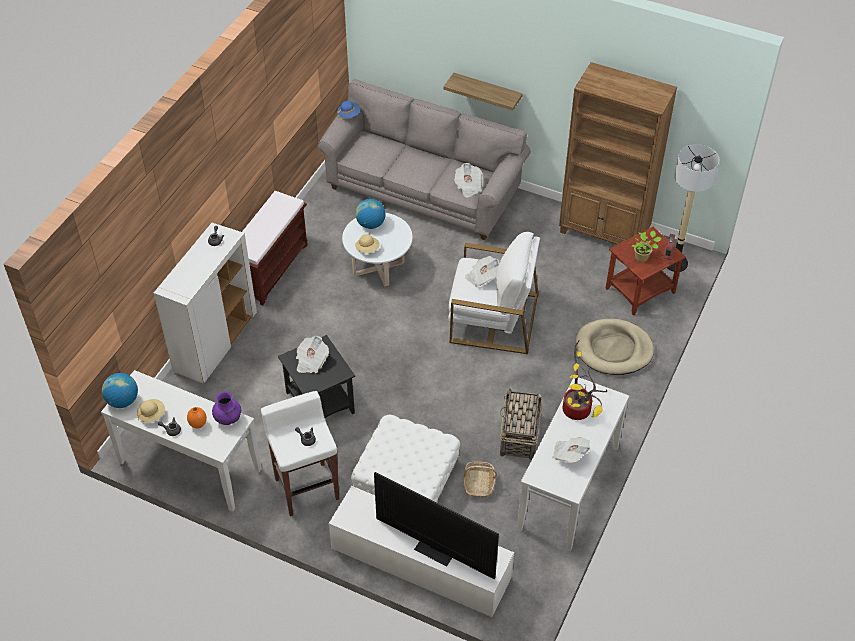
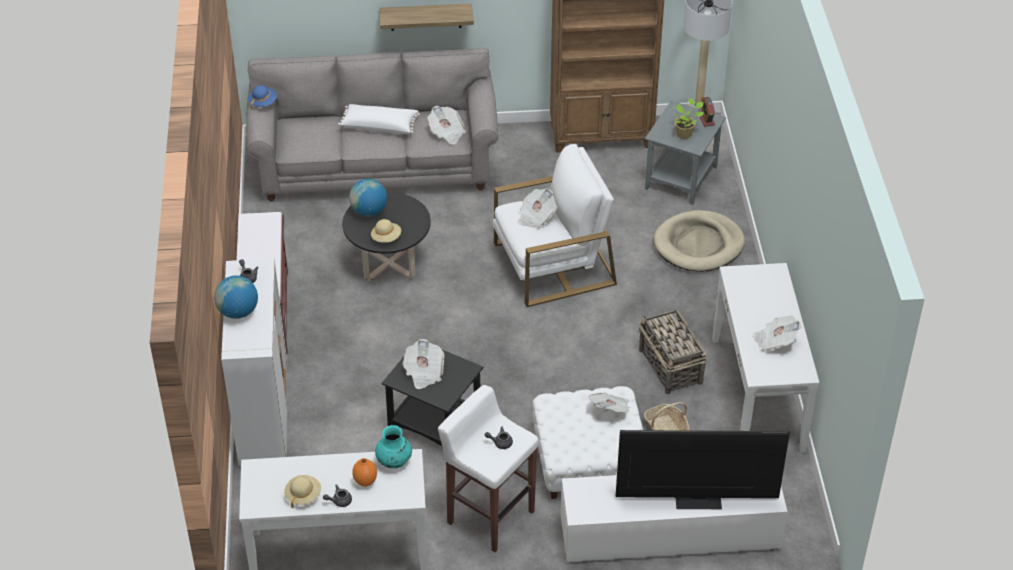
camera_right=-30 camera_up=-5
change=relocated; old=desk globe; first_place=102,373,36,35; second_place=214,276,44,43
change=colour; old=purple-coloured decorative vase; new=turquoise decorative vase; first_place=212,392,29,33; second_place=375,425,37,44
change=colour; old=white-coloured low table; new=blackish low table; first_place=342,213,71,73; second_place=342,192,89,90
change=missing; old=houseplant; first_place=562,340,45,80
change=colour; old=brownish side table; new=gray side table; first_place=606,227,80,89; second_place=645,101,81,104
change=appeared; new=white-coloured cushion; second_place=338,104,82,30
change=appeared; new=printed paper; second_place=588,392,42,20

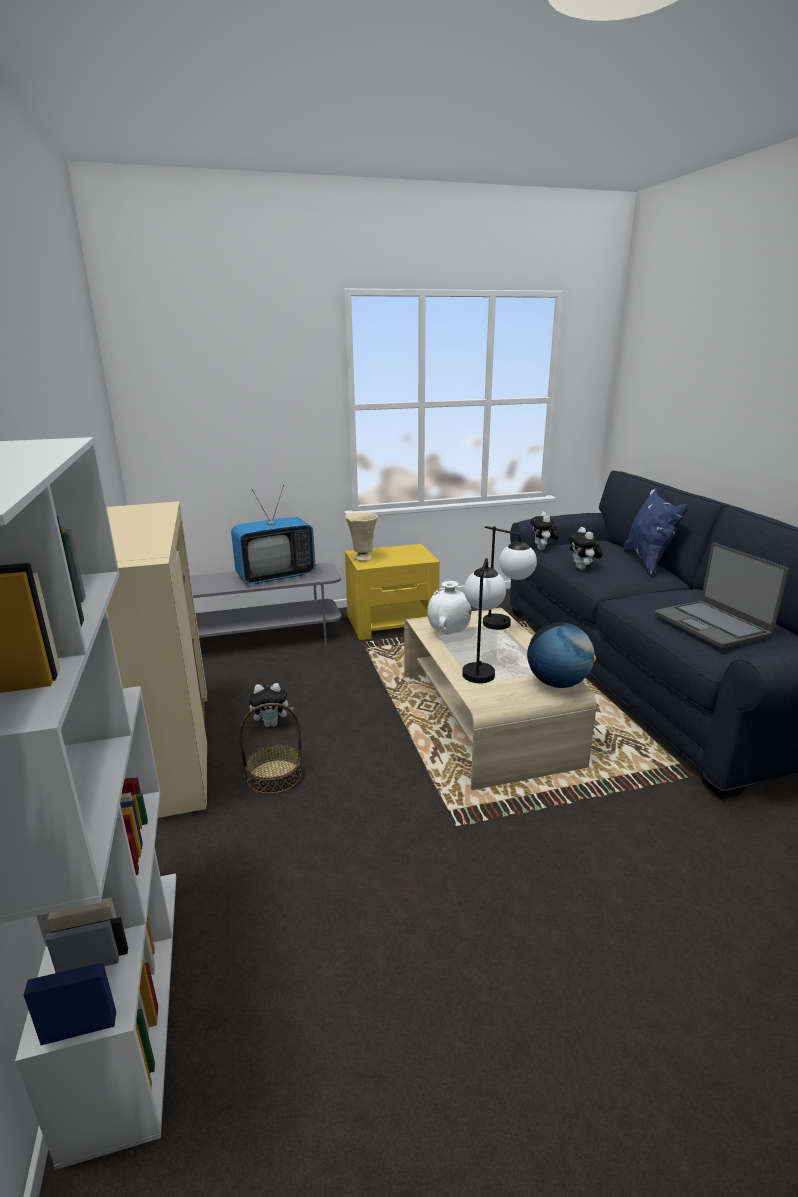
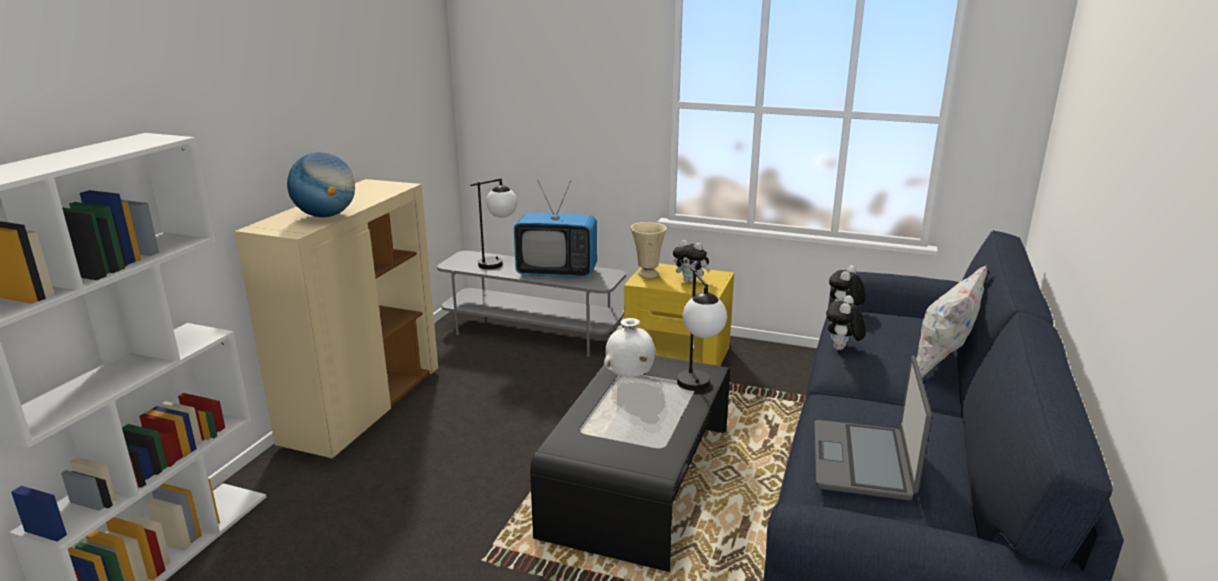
camera_right=35 camera_up=0
change=missing; old=household basket; first_place=239,703,63,91
change=relocated; old=plush toy; first_place=249,683,45,44; second_place=673,240,38,43
change=colour; old=sand-coloured low table; new=blackish low table; first_place=404,608,193,182; second_place=530,356,200,216
change=relocated; old=table lamp; first_place=462,558,44,125; second_place=470,178,47,91
change=relocated; old=desk globe; first_place=527,622,69,66; second_place=287,152,68,65
change=colour; old=bluish cushion; new=white-coloured cushion; first_place=623,487,65,88; second_place=916,266,71,111

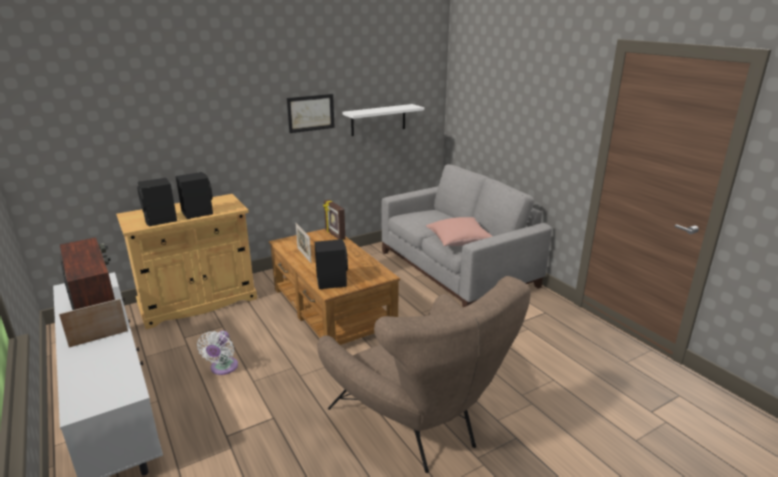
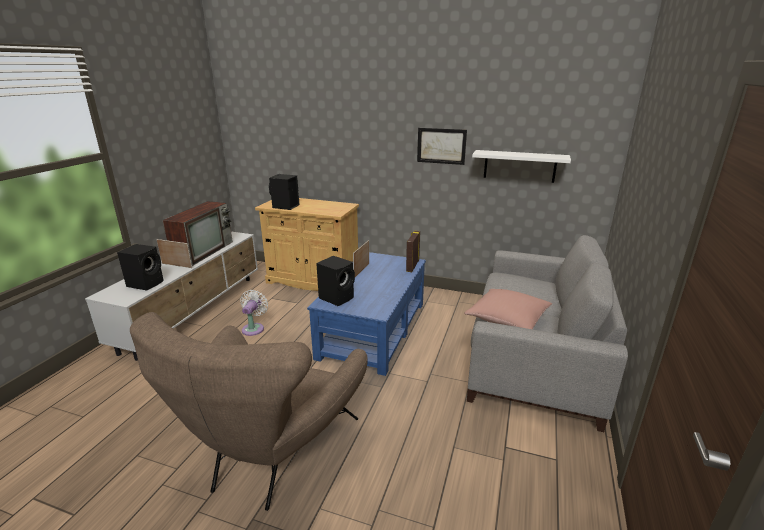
camera_right=50 camera_up=0
change=relocated; old=blackish loudspeaker; first_place=176,172,37,47; second_place=117,244,47,47
change=spun; old=white-coloured electric fan; first_place=197,331,41,44; second_place=240,290,28,46; degrees=135
change=colour; old=brownish low table; new=bluish low table; first_place=269,229,131,116; second_place=307,252,119,124

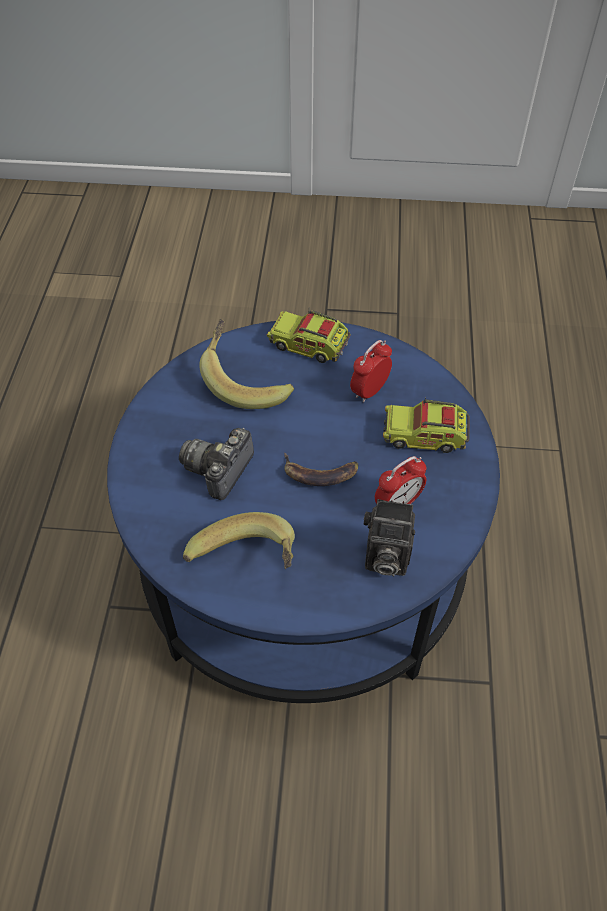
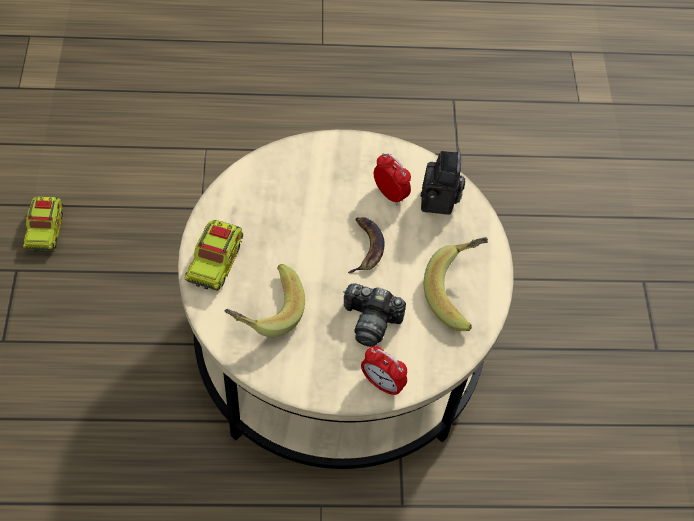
camera_right=-100 camera_up=5
change=colour; old=bluish low table; new=sand-coloured low table; first_place=107,321,393,382; second_place=178,130,335,339
change=relocated; old=table clock; first_place=350,340,42,63; second_place=361,346,46,50
change=relocated; old=toy truck; first_place=383,398,87,55; second_place=23,196,40,56

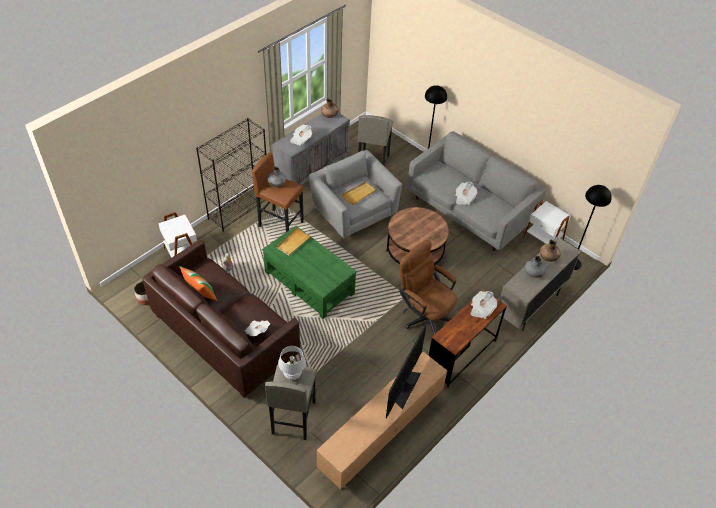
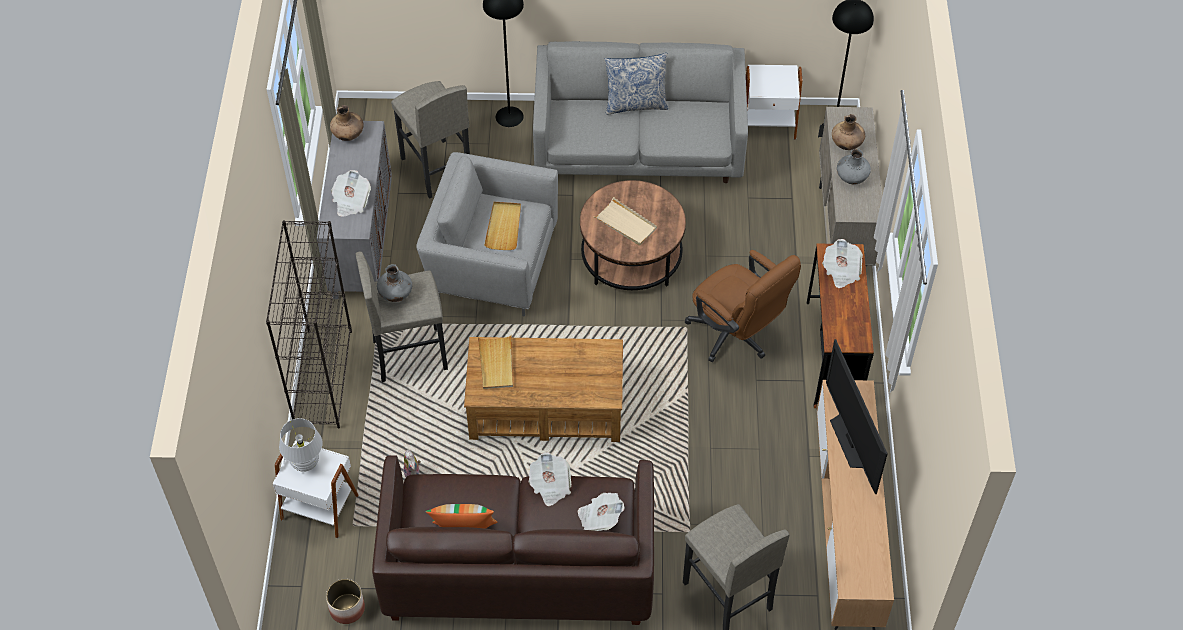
camera_right=-40 camera_up=5
change=colour; old=brownish sitting stool; new=gray sitting stool; first_place=252,153,52,79; second_place=355,252,93,130
change=colour; old=green low table; new=brownish low table; first_place=262,226,95,93; second_place=464,337,159,105
change=relocated; old=white-coloured table lamp; first_place=278,346,28,34; second_place=279,418,44,54
change=spun; old=brownish computer chair; first_place=399,240,58,95; second_place=685,250,116,113; degrees=-135
change=relocated; old=printed paper; first_place=455,182,22,23; second_place=528,452,43,54
change=appeared; new=sand-coloured carrying tray; second_place=595,197,62,49
change=appeared; new=cushion; second_place=604,53,64,62

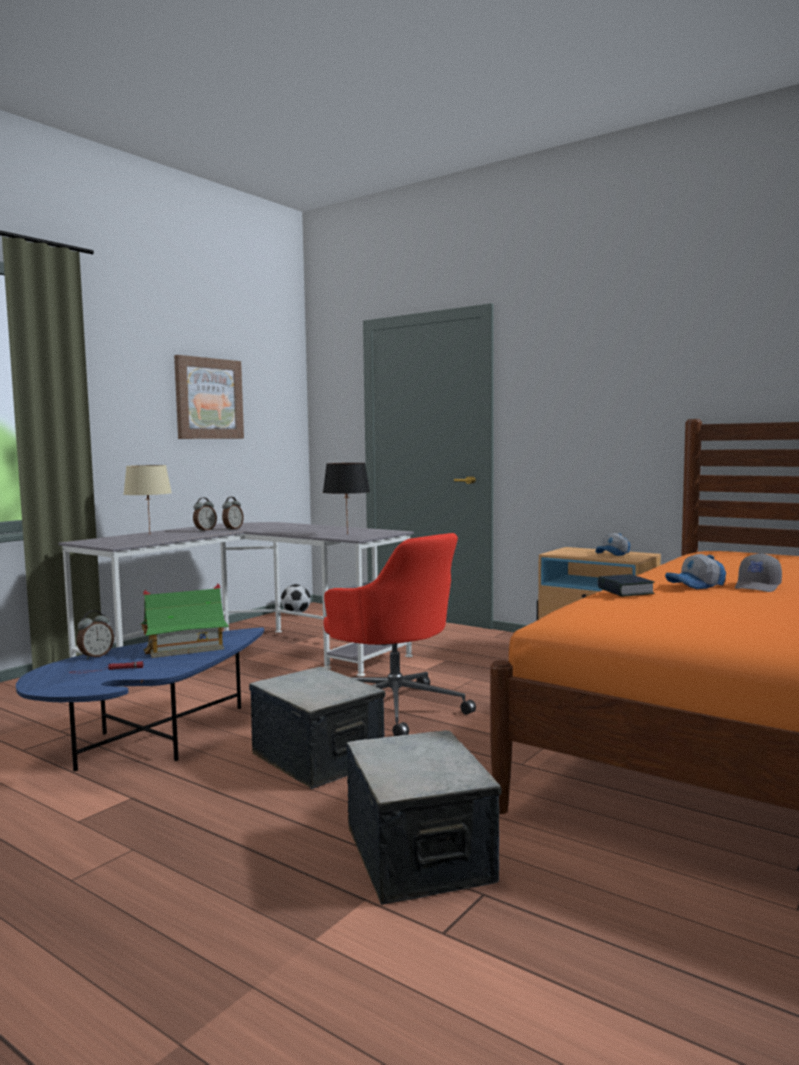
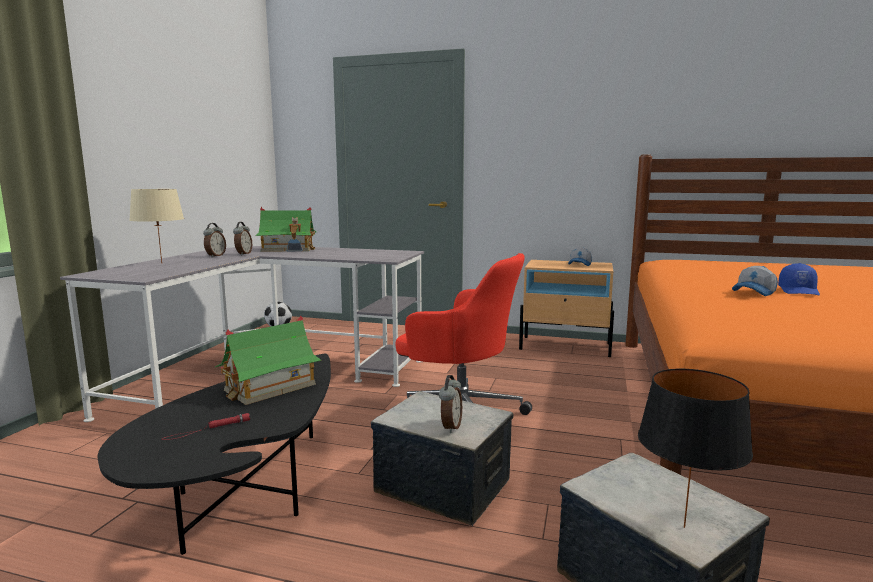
camera_right=-20 camera_up=5
change=colour; old=bluish low table; new=blackish low table; first_place=16,627,248,144; second_place=98,353,233,202
change=relocated; old=table clock; first_place=77,610,37,49; second_place=439,375,23,58
change=missing; old=wall picture; first_place=174,355,70,84
change=relocated; old=blackish table lamp; first_place=323,463,47,72; second_place=638,368,115,160
change=missing; old=book; first_place=598,574,57,23
change=colour; old=gray peaked cap; new=bluish peaked cap; first_place=735,553,47,39; second_place=778,263,42,32
change=appeared; new=miniature house; second_place=255,207,61,45

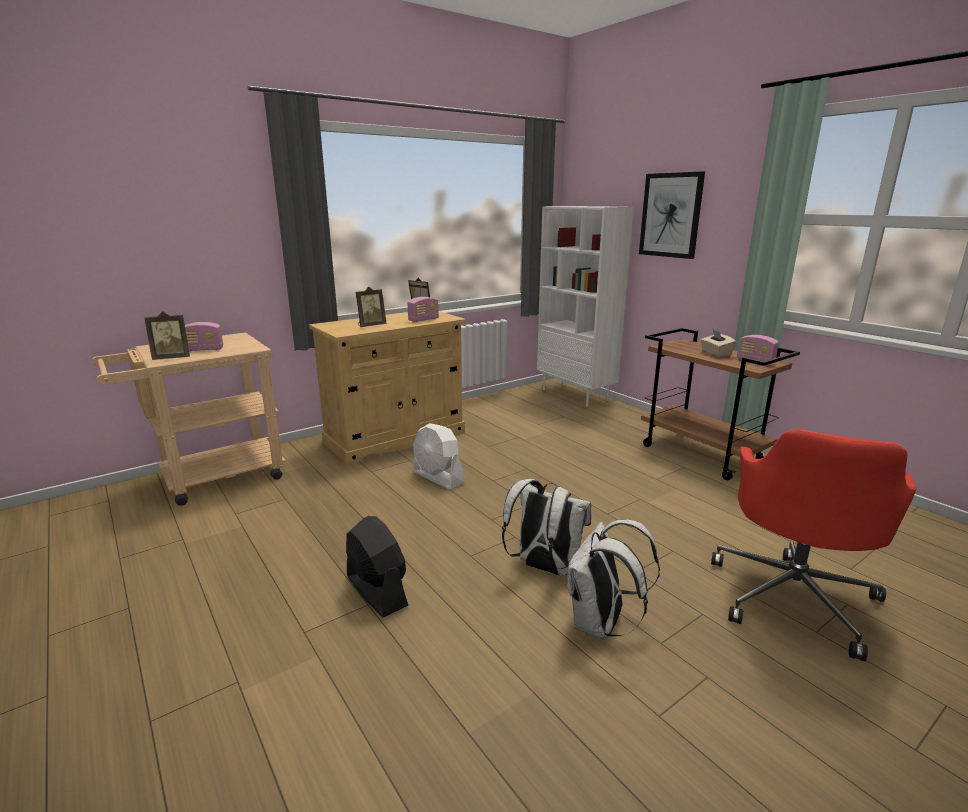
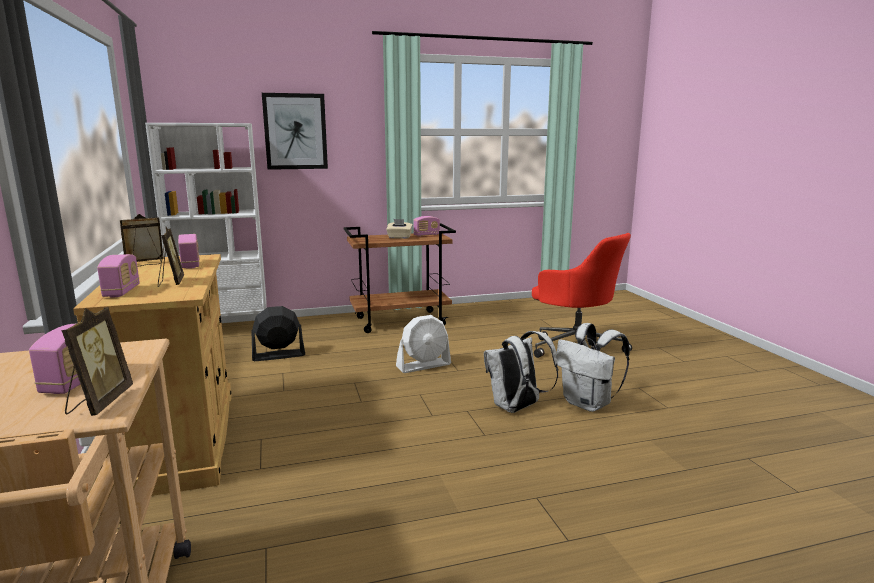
camera_right=-70 camera_up=-5
change=relocated; old=blackish electric fan; first_place=346,516,62,102; second_place=252,306,53,55
change=relocated; old=white-coloured electric fan; first_place=413,423,51,67; second_place=396,315,55,58
change=appeared; new=radio; second_place=97,254,43,43

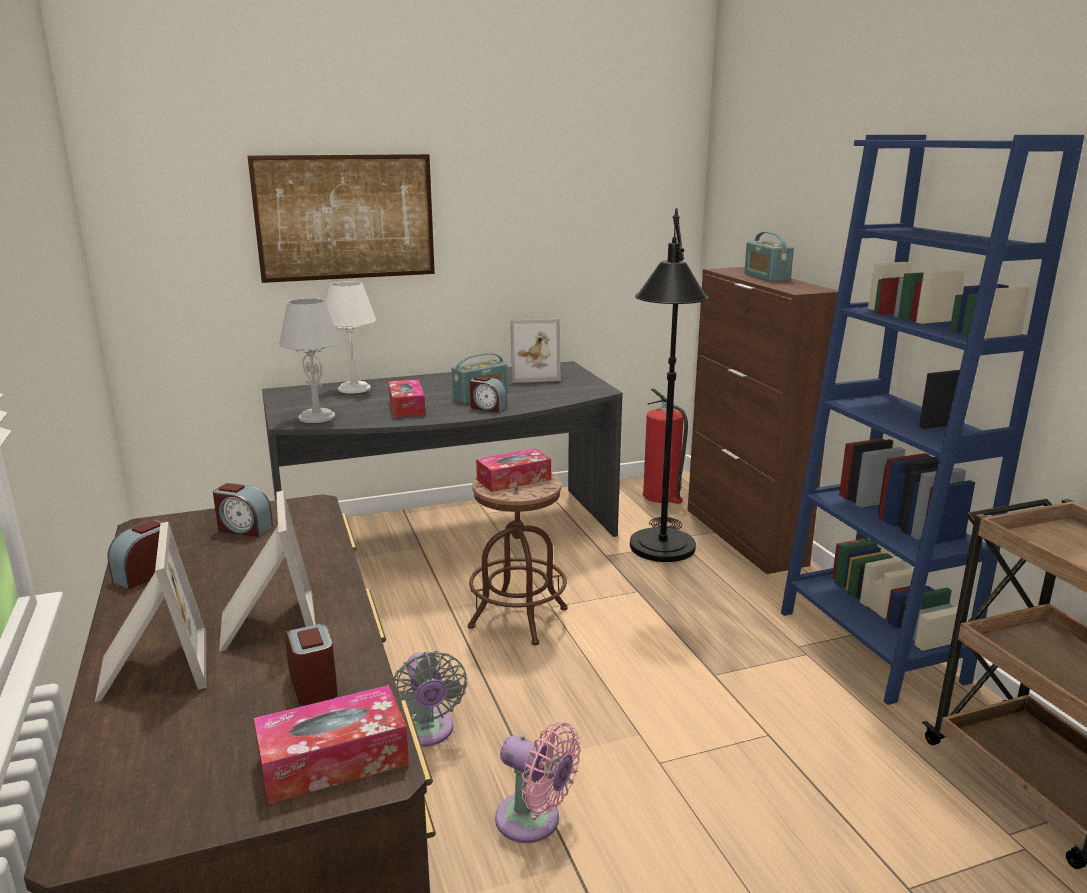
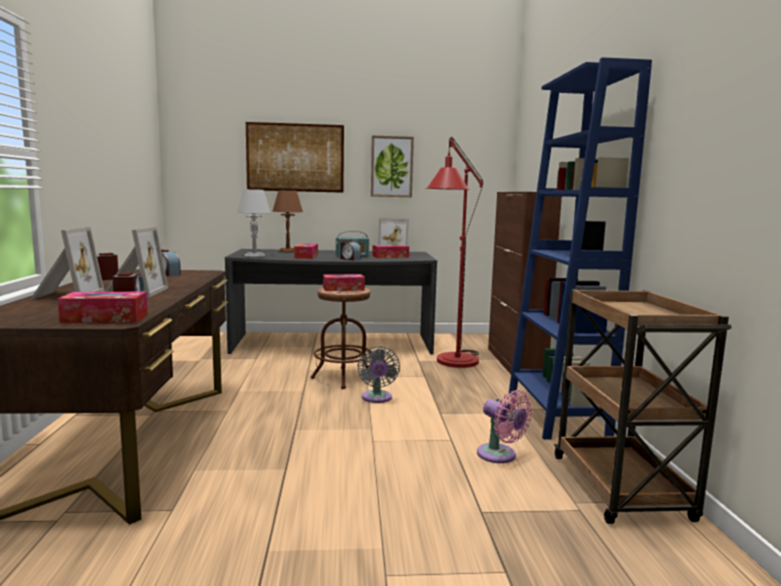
camera_right=15 camera_up=-10
change=colour; old=white-coloured table lamp; new=brownish table lamp; first_place=326,281,50,113; second_place=273,190,30,62
change=relocated; old=gray electric fan; first_place=394,651,73,96; second_place=357,346,43,57
change=relocated; old=pink-coloured electric fan; first_place=495,722,86,121; second_place=477,390,55,73
change=colour; old=blackish standard lamp; new=reddish standard lamp; first_place=630,208,79,354; second_place=426,137,57,231
change=missing; old=fire extinguisher; first_place=643,388,45,116
change=missing; old=radio; first_place=744,232,50,50
change=appeared; new=wall picture; second_place=371,135,43,62
change=appeared; new=box of tissues; second_place=372,245,37,13

